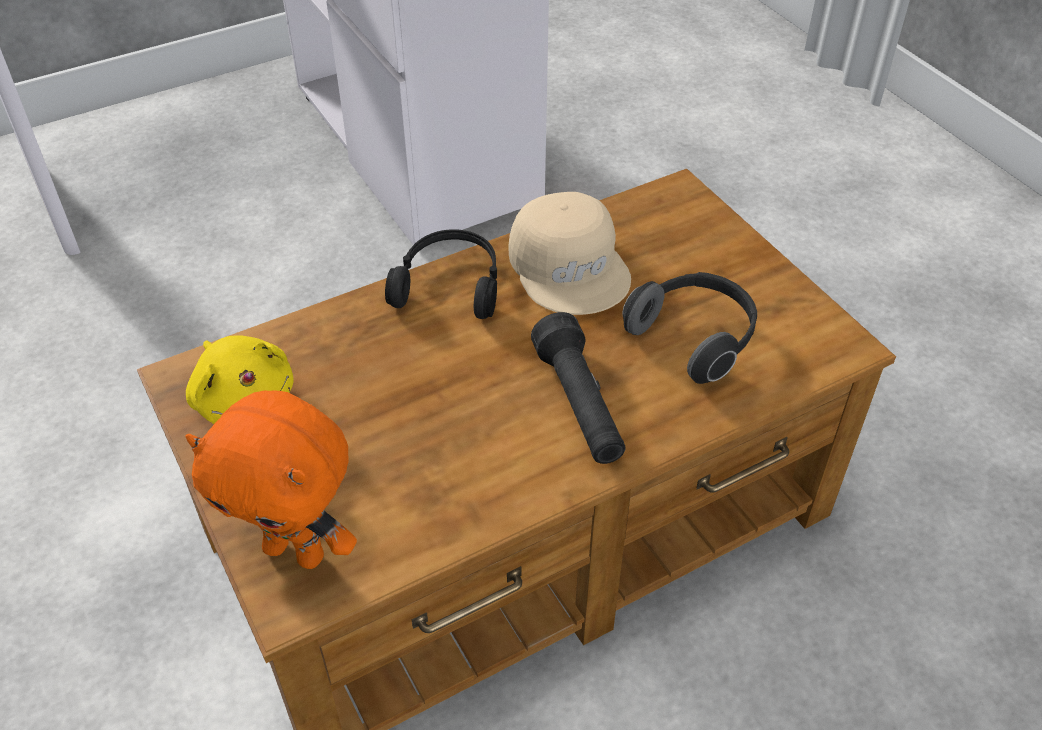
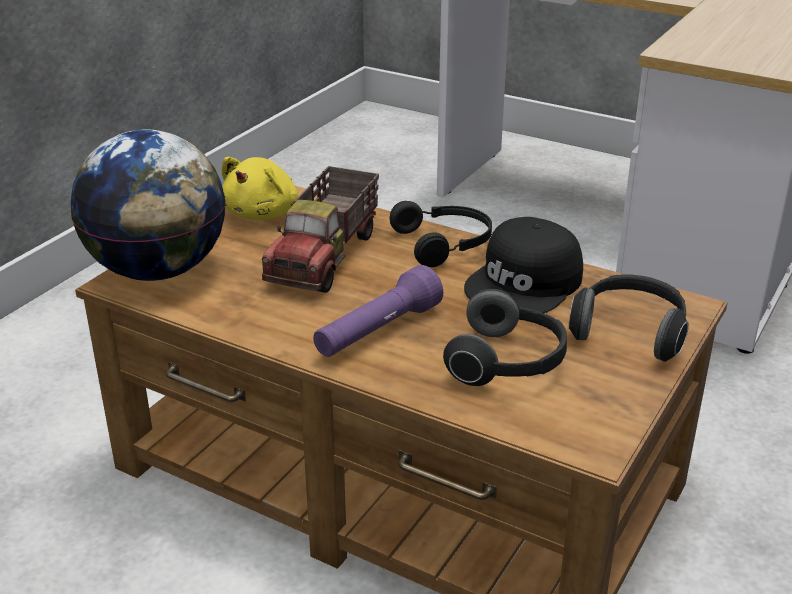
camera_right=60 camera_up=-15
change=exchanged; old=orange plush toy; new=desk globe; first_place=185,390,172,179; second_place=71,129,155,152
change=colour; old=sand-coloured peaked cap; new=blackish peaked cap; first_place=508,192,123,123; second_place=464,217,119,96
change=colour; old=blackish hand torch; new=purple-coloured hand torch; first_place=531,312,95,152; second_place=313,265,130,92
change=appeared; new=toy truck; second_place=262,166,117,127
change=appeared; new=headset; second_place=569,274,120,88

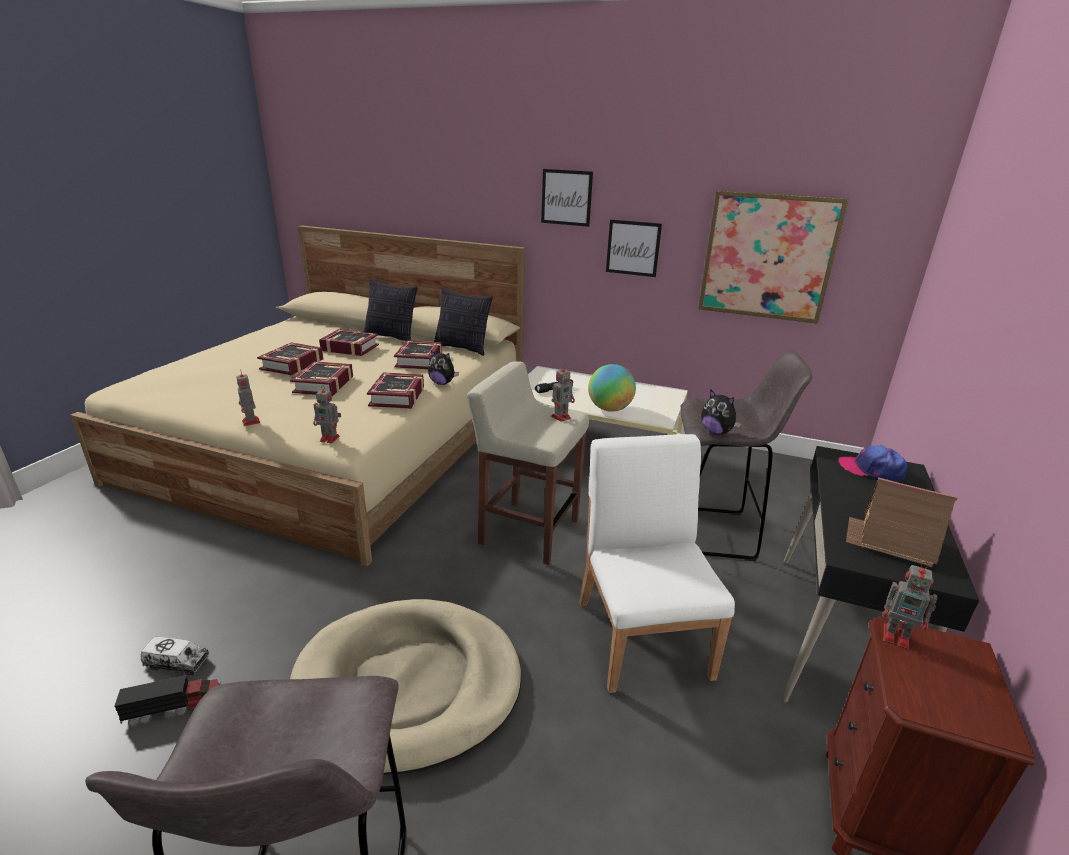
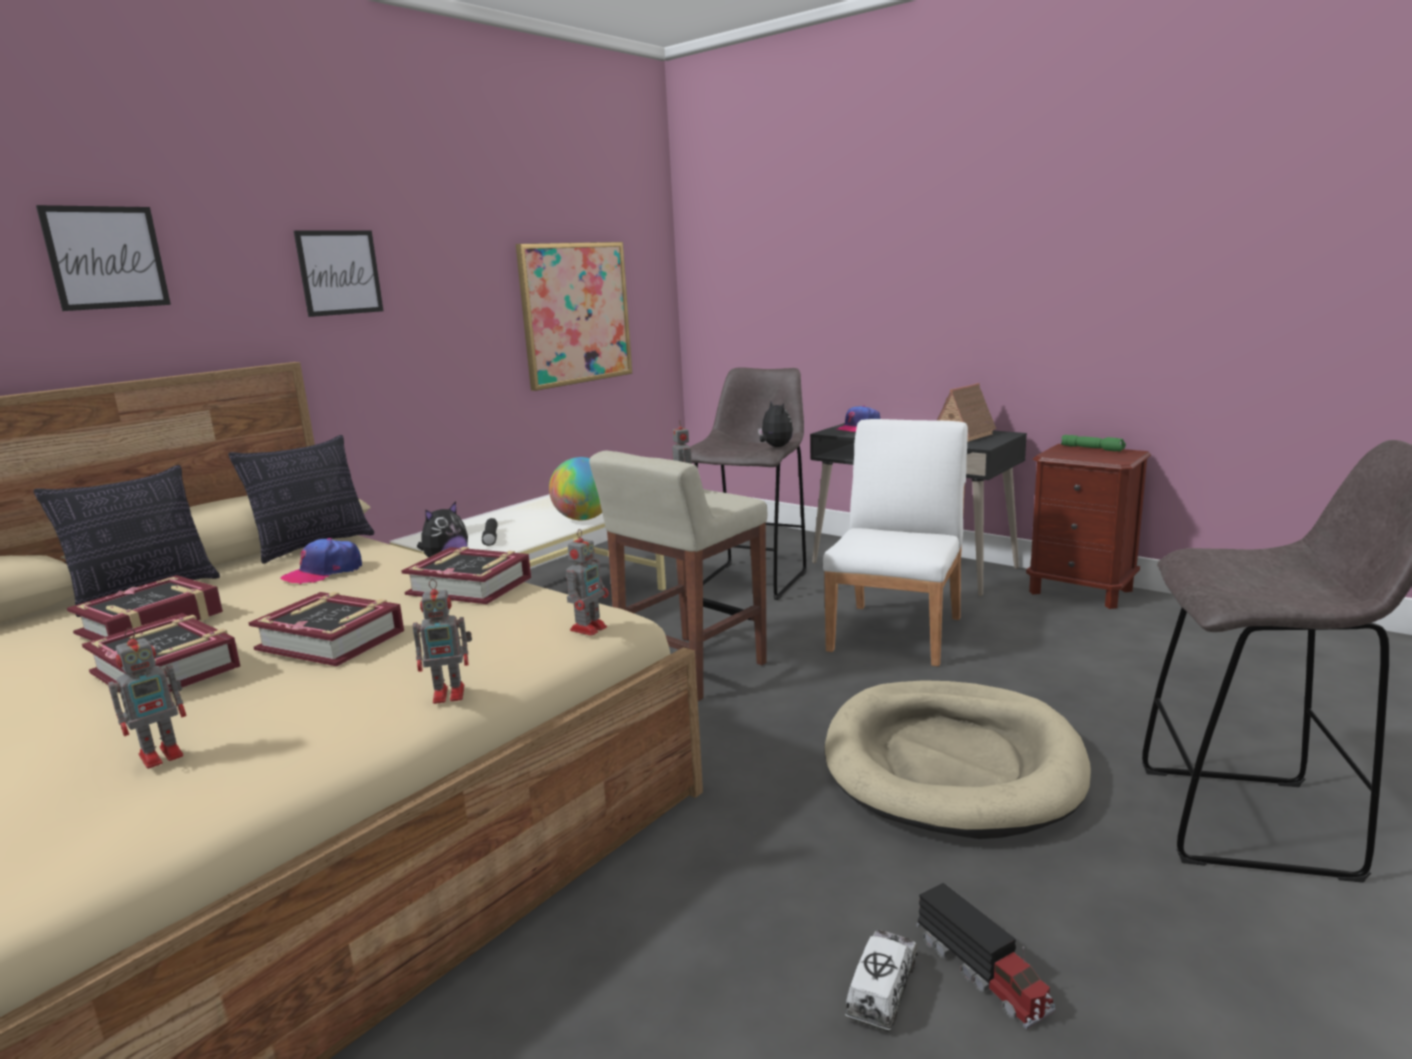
camera_right=-70 camera_up=-10
change=spun; old=toy truck; first_place=114,674,107,53; second_place=917,883,139,146; degrees=150
change=exchanged; old=book; new=peaked cap; first_place=394,340,48,29; second_place=280,538,82,47
change=spun; old=white-coloured upright chair; first_place=579,434,156,259; second_place=823,419,145,248; degrees=105
change=relocated; old=wall picture; first_place=606,220,56,57; second_place=36,205,135,106
change=spun; old=plush toy; first_place=701,390,41,45; second_place=758,401,35,46; degrees=-90
change=relocated; old=toy robot; first_place=883,562,54,88; second_place=108,628,79,141
change=appeared; new=green hand torch; second_place=1061,435,65,17

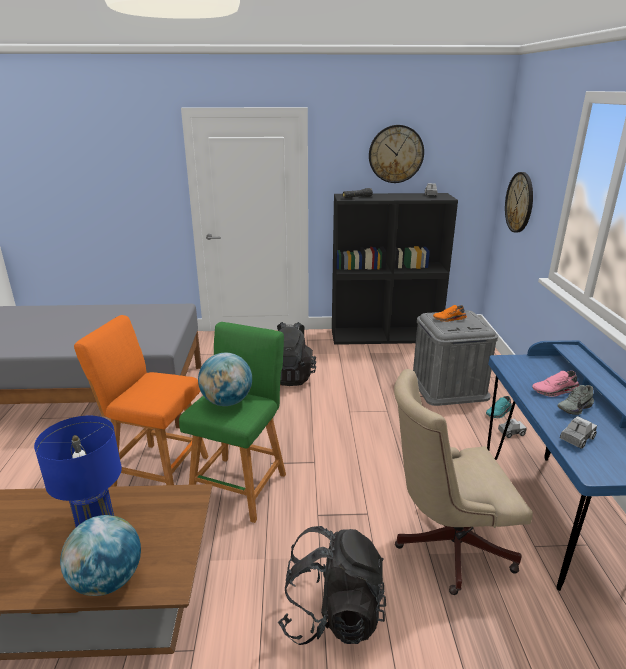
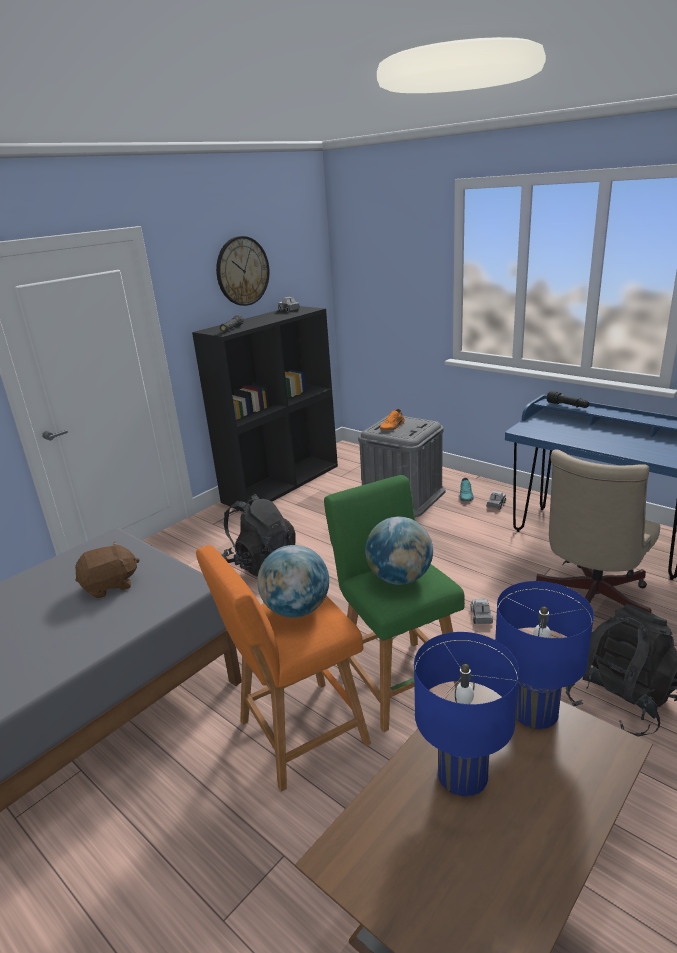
camera_right=-45 camera_up=0
change=relocated; old=desk globe; first_place=60,515,81,81; second_place=257,545,72,73
change=missing; old=hanging clock; first_place=505,172,28,60
change=missing; old=pink-coloured item of footwear; first_place=532,371,47,26
change=missing; old=gray item of footwear; first_place=558,385,36,30
change=relocated; old=toy truck; first_place=560,416,37,33; second_place=471,599,22,25
change=appeared; new=brownish plush toy; second_place=75,541,64,57
change=appeared; new=bluish table lamp; second_place=495,581,99,148
change=appeared; new=blackish hand torch; second_place=547,391,42,17

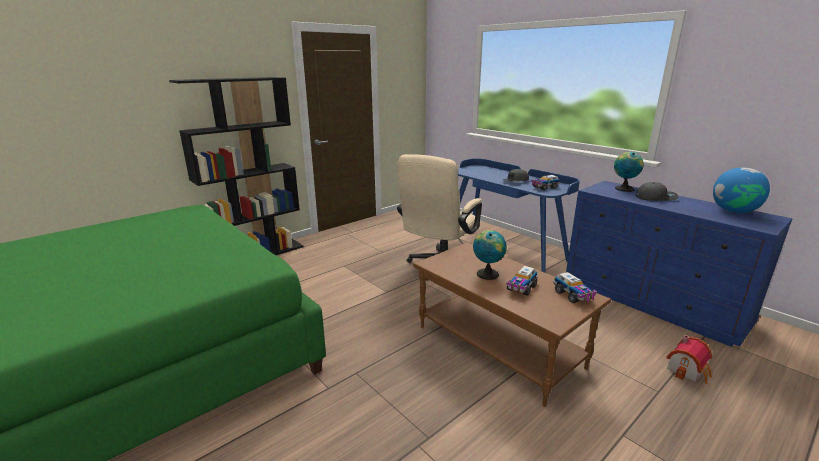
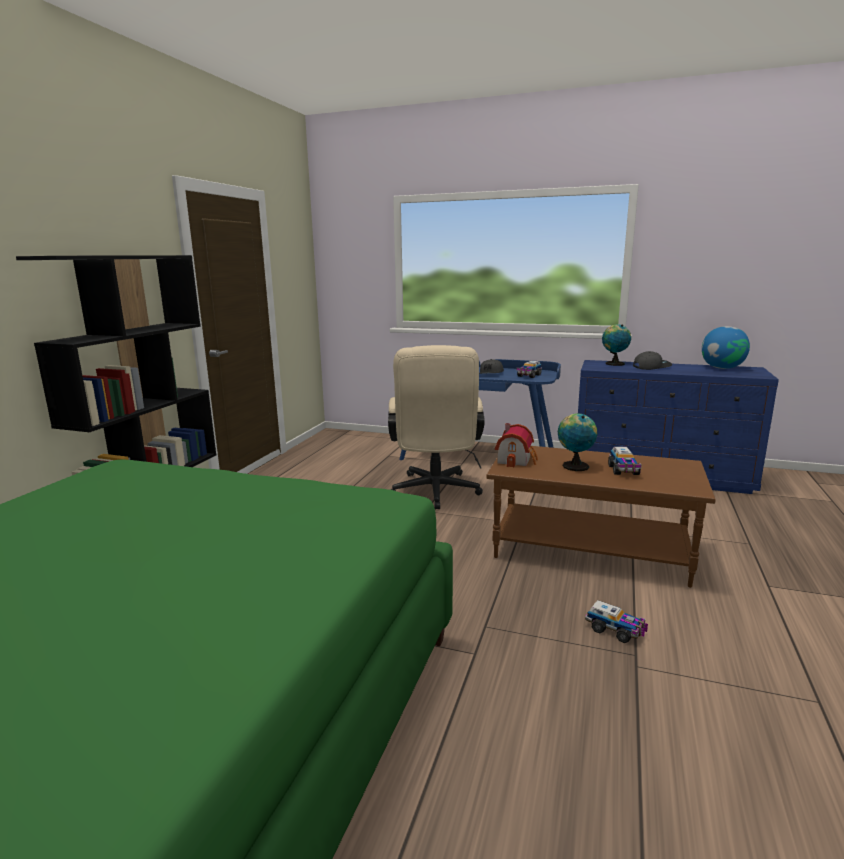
camera_right=-30 camera_up=-5
change=relocated; old=toy truck; first_place=553,272,44,31; second_place=585,600,63,43
change=relocated; old=miniature house; first_place=666,335,46,49; second_place=495,423,43,45

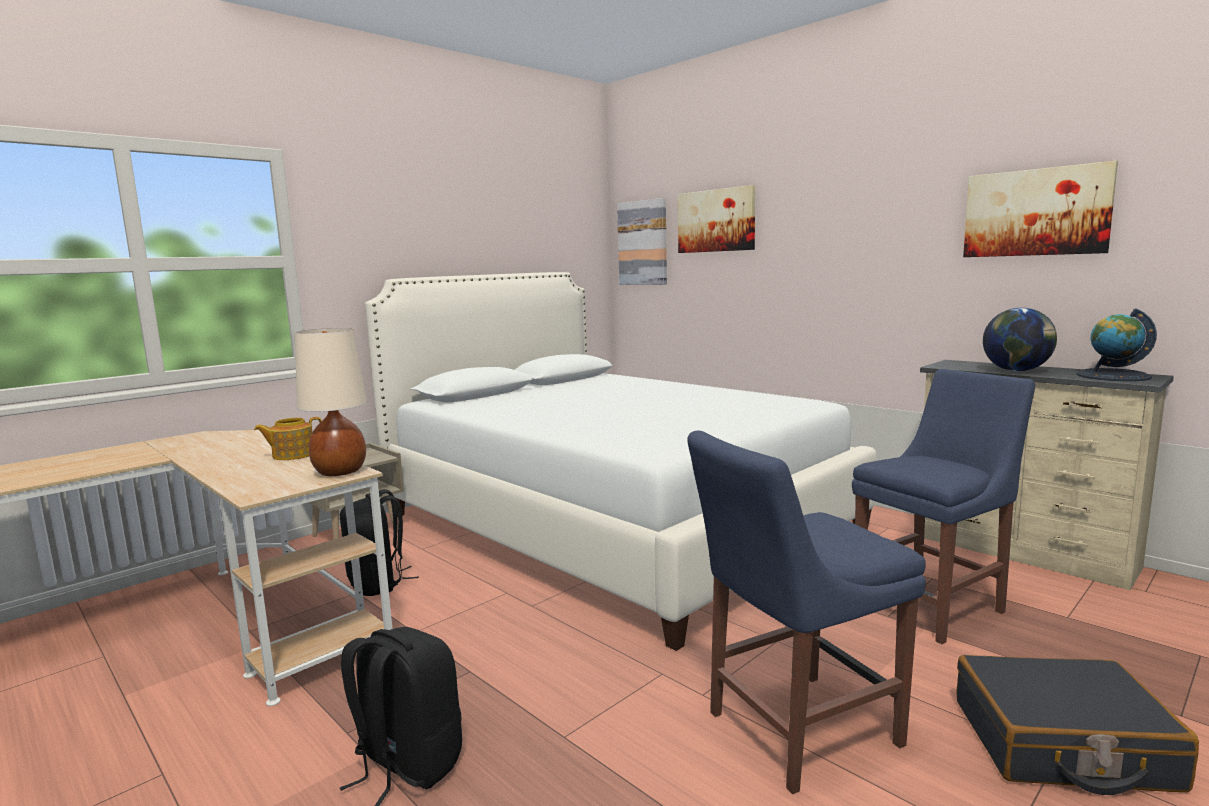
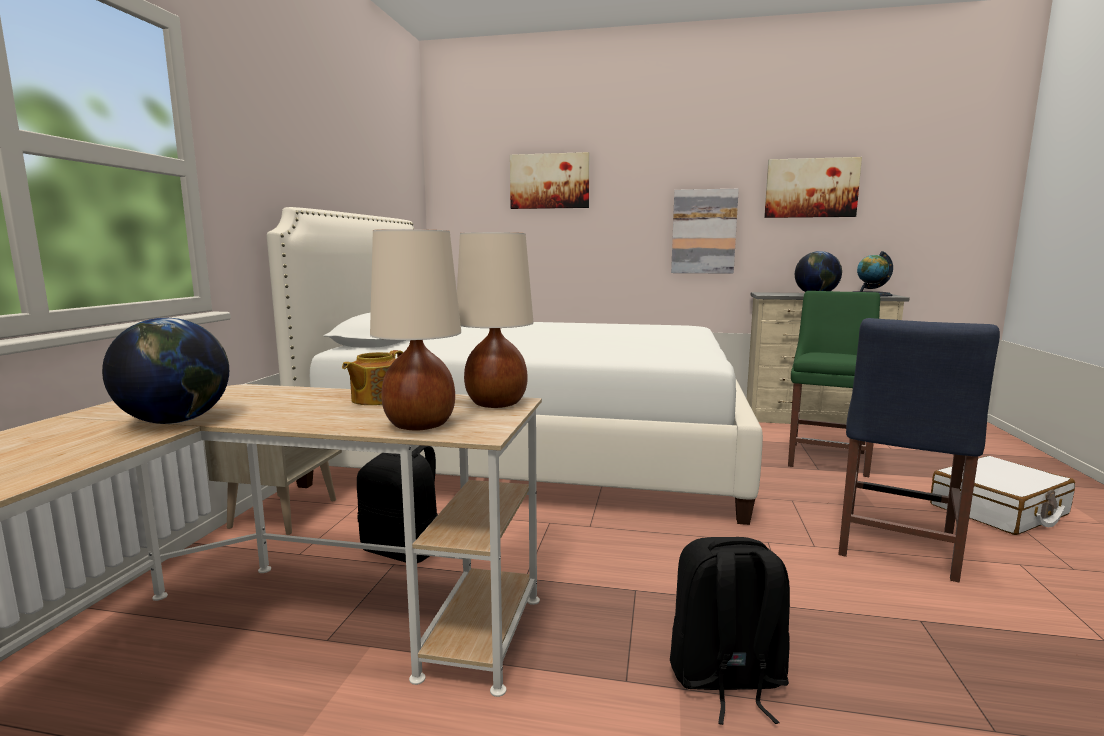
camera_right=-35 camera_up=0
change=relocated; old=wall picture; first_place=617,198,50,87; second_place=671,189,68,85
change=colour; old=bluish upright chair; new=green upright chair; first_place=852,369,183,275; second_place=788,291,92,186
change=colour; old=blackish travel case; new=white-coloured travel case; first_place=957,655,242,140; second_place=930,456,145,79
change=appeared; new=desk globe; second_place=102,318,127,106
change=appeared; new=sand-coloured table lamp; second_place=370,229,91,201

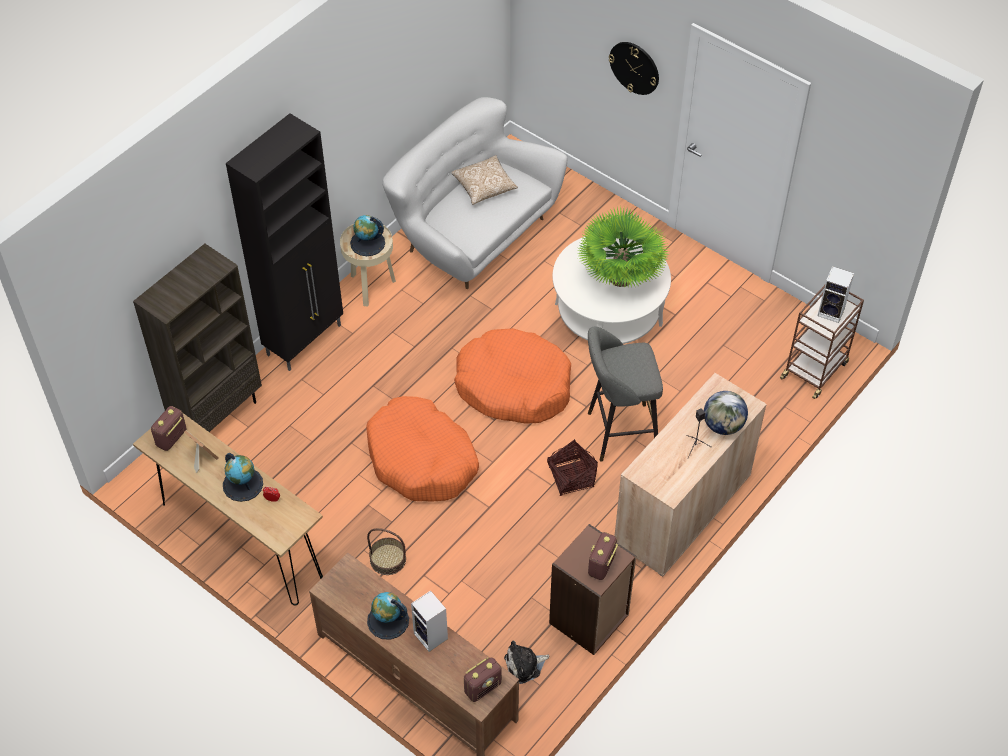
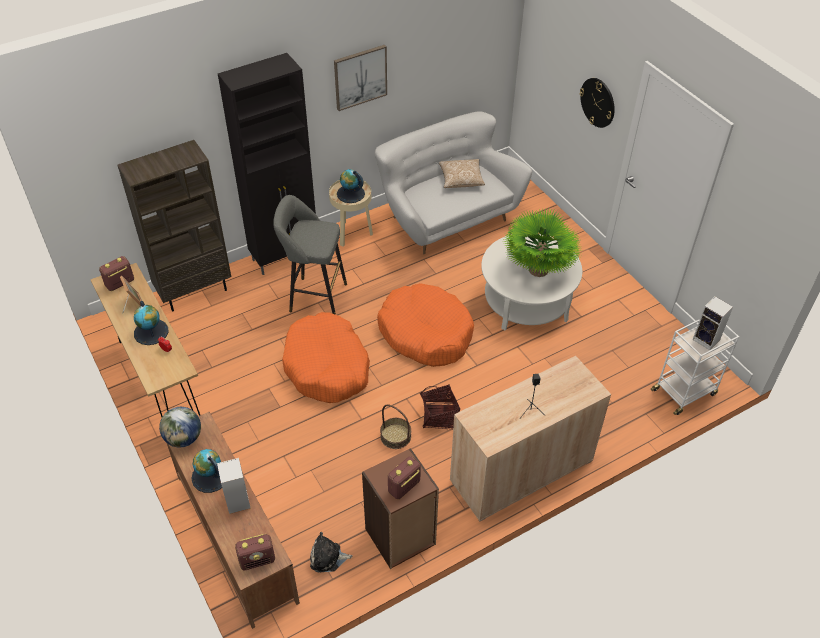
camera_right=20 camera_up=-5
change=relocated; old=household basket; first_place=367,528,39,47; second_place=380,404,31,45
change=relocated; old=gray sitting stool; first_place=588,326,75,136; second_place=273,195,74,120
change=relocated; old=desk globe; first_place=704,391,44,44; second_place=159,407,42,40
change=colour; old=brownish wheeled cart; new=white-coloured wheeled cart; first_place=780,285,84,114; second_place=650,319,89,96
change=appeared; new=wall picture; second_place=334,45,53,66

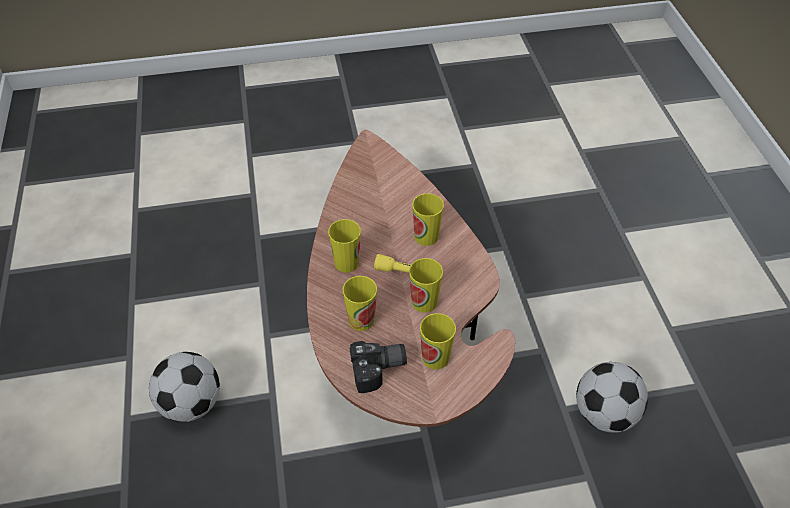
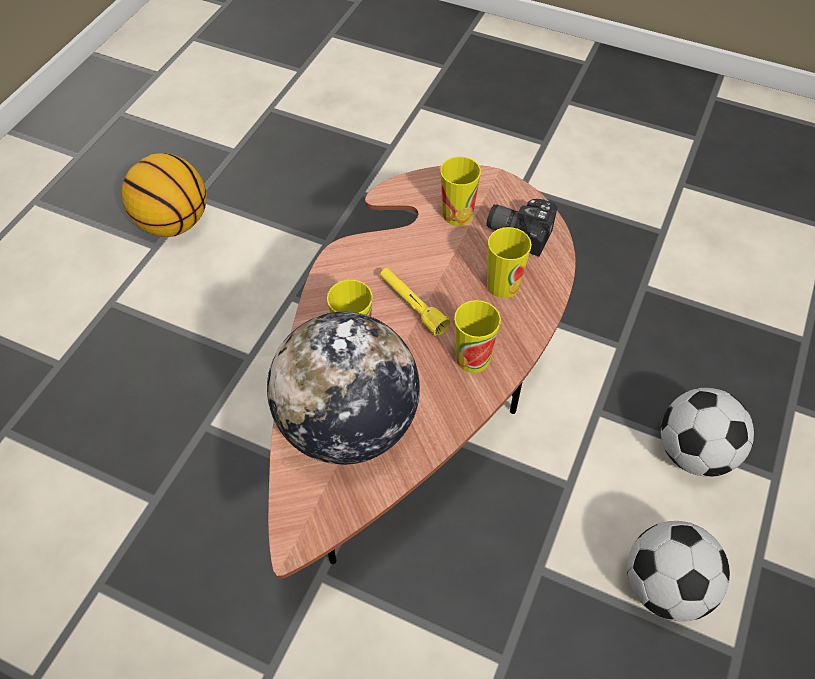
camera_right=-145 camera_up=5
change=missing; old=cup; first_place=409,258,34,55
change=relocated; old=football ball; first_place=576,362,72,71; second_place=627,521,103,101
change=appeared; new=basketball ball; second_place=122,153,85,84
change=appeared; new=desk globe; second_place=267,312,153,153

